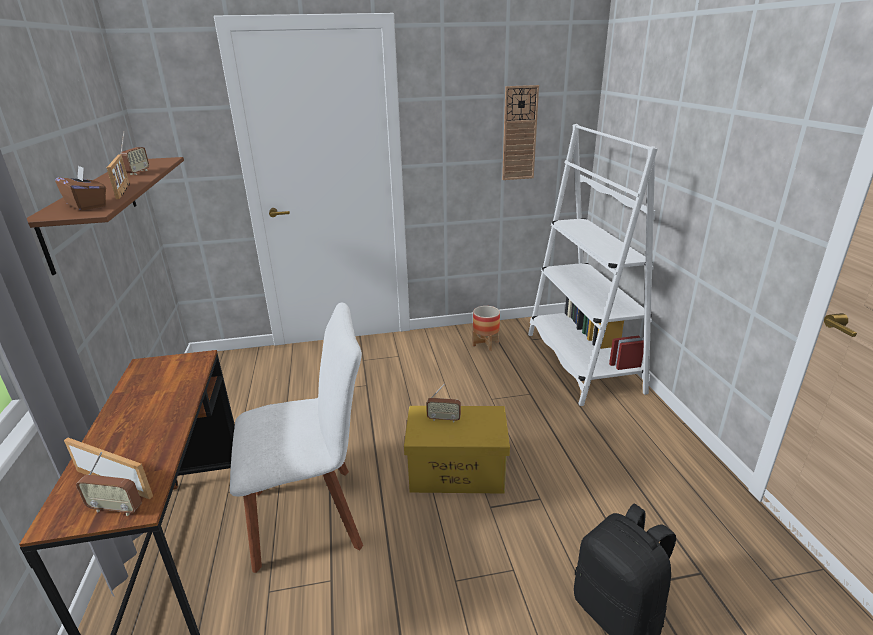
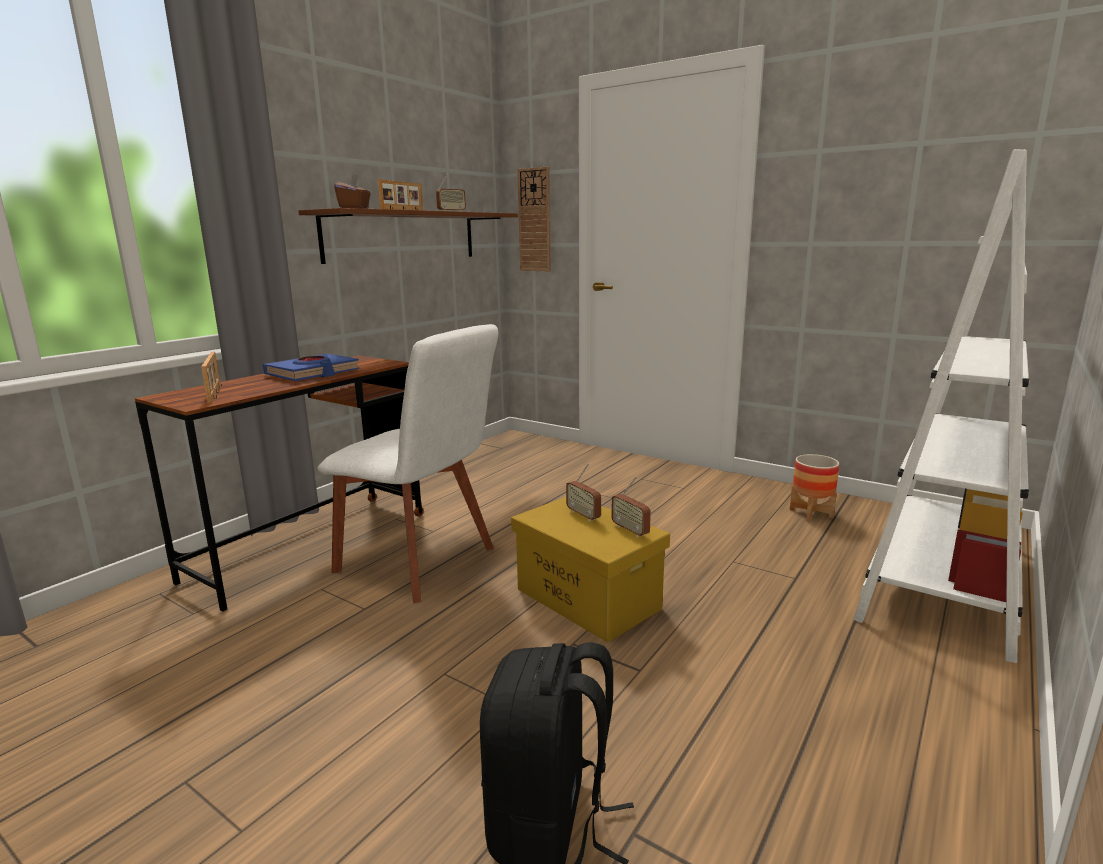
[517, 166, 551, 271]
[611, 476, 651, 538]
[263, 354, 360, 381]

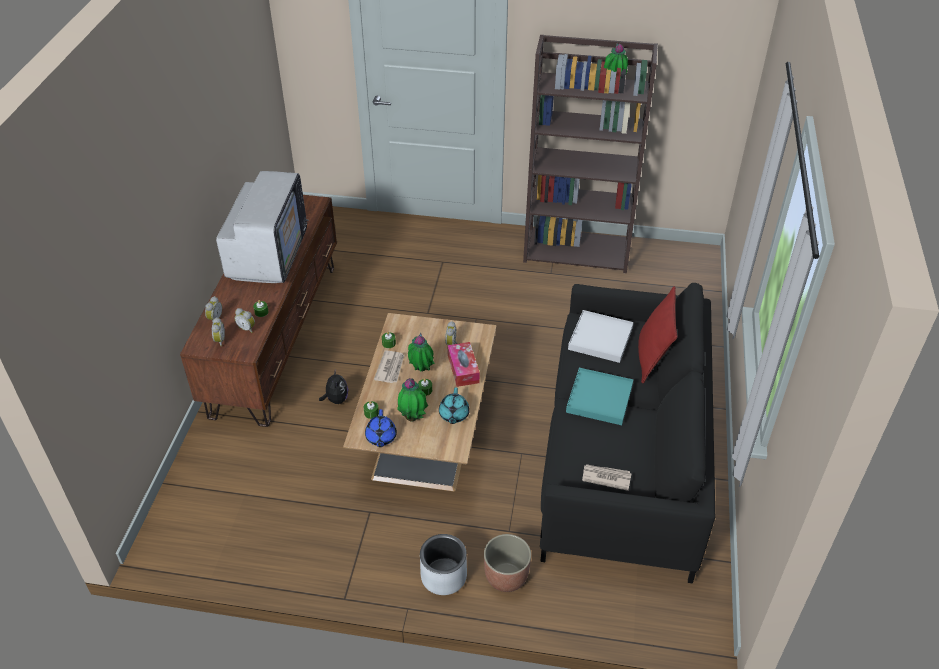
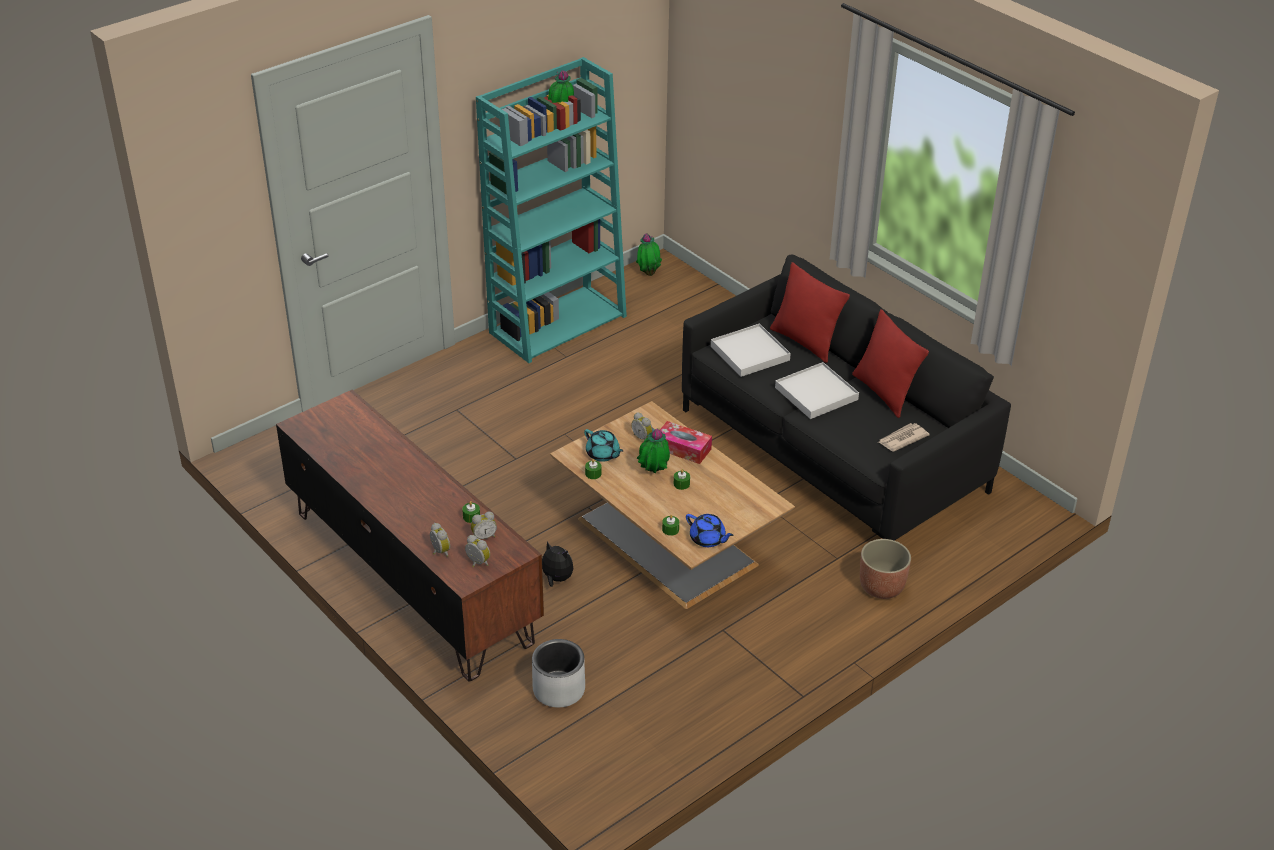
[476, 57, 627, 363]
[216, 171, 309, 283] (first image)
[374, 350, 404, 383] (first image)
[775, 362, 859, 419]
[636, 233, 662, 276]
[584, 429, 623, 462]
[532, 639, 585, 708]
[852, 309, 929, 418]

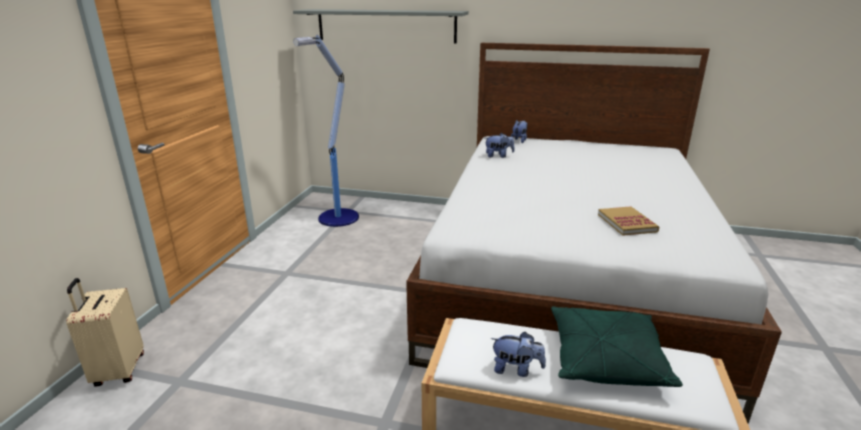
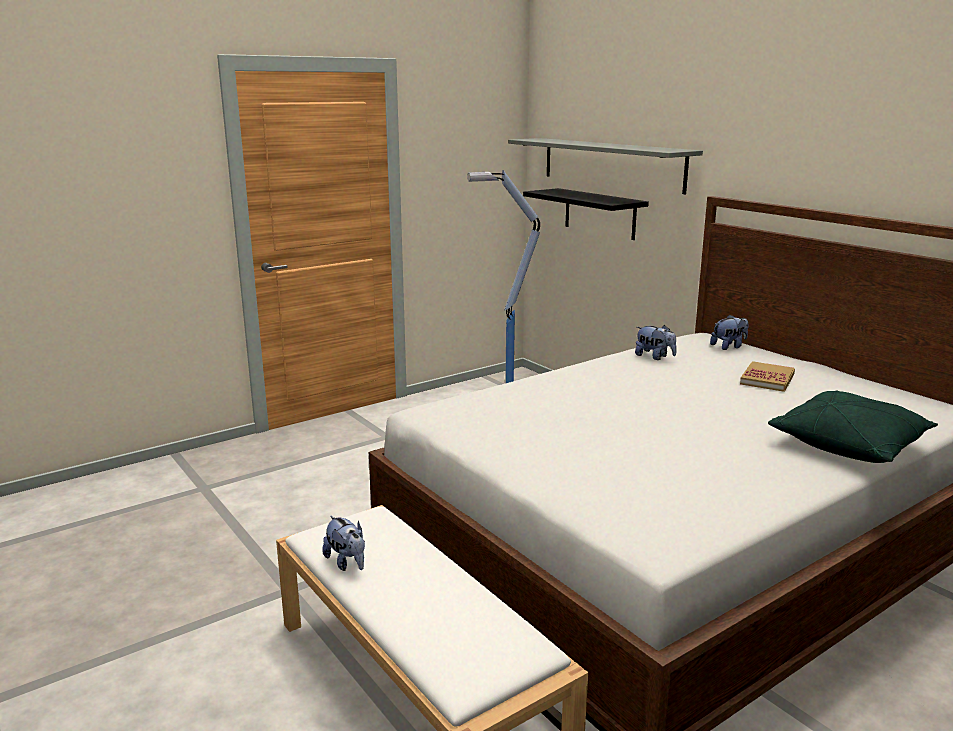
[740, 361, 795, 392]
[66, 278, 144, 387] (first image)
[768, 390, 938, 463]
[523, 188, 649, 240]

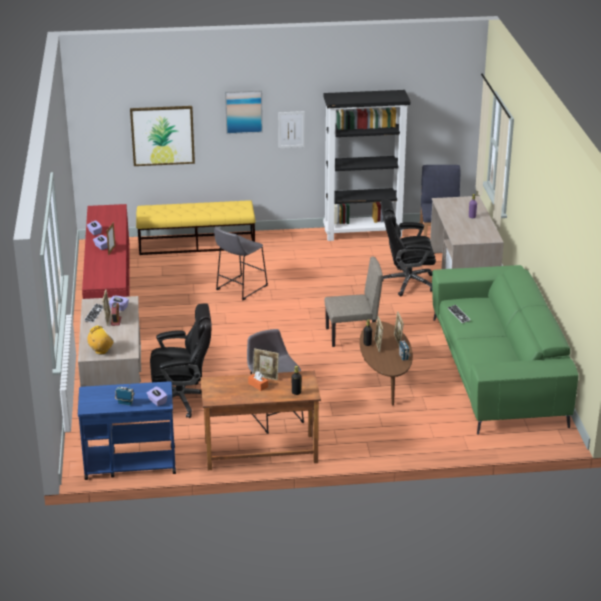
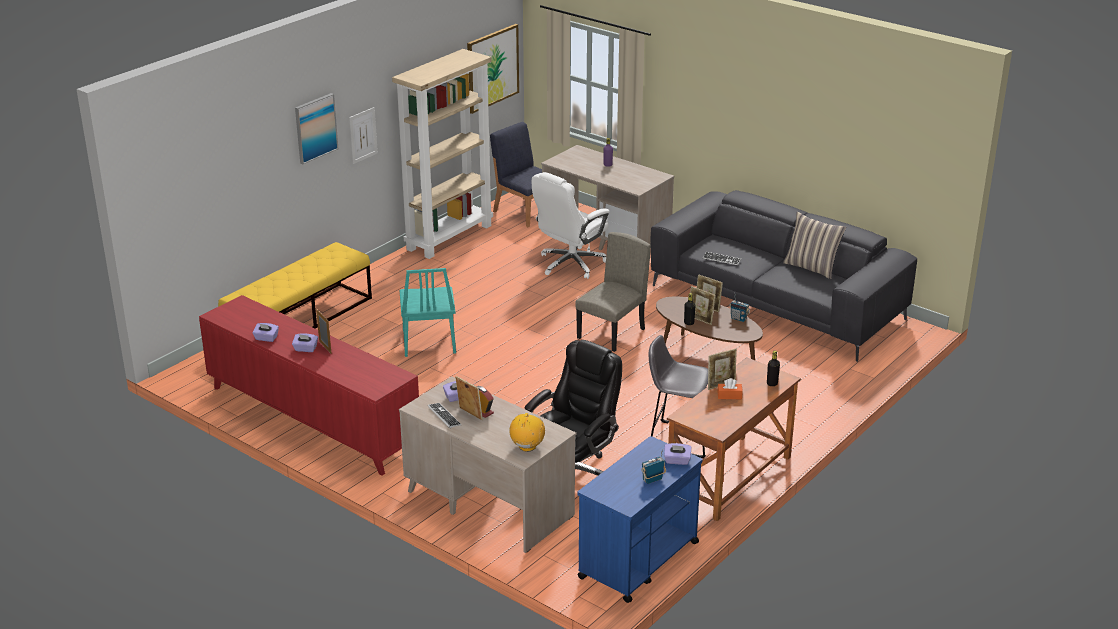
[392, 49, 493, 259]
[467, 24, 519, 114]
[532, 172, 610, 279]
[399, 268, 456, 357]
[651, 190, 917, 362]
[783, 211, 846, 279]

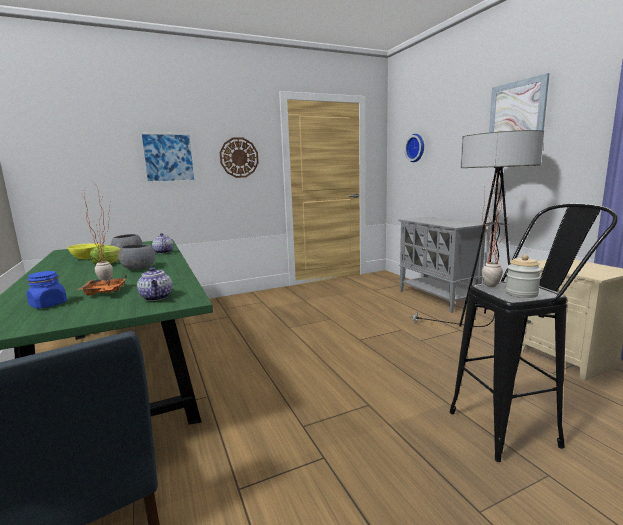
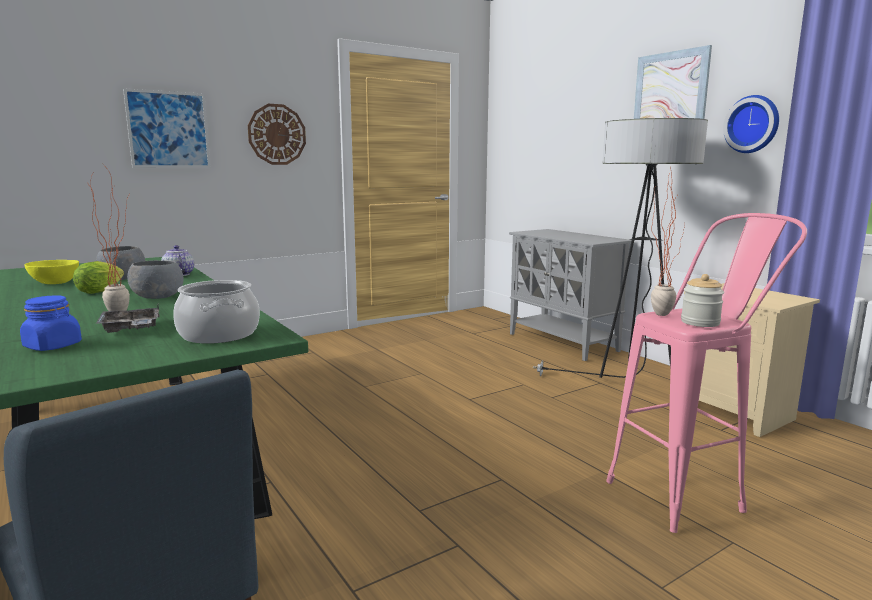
[723, 95, 779, 153]
[606, 213, 807, 533]
[173, 280, 260, 344]
[96, 305, 159, 333]

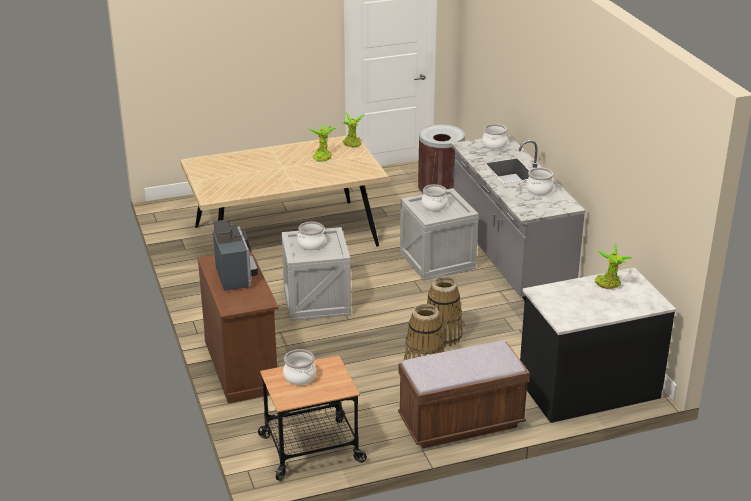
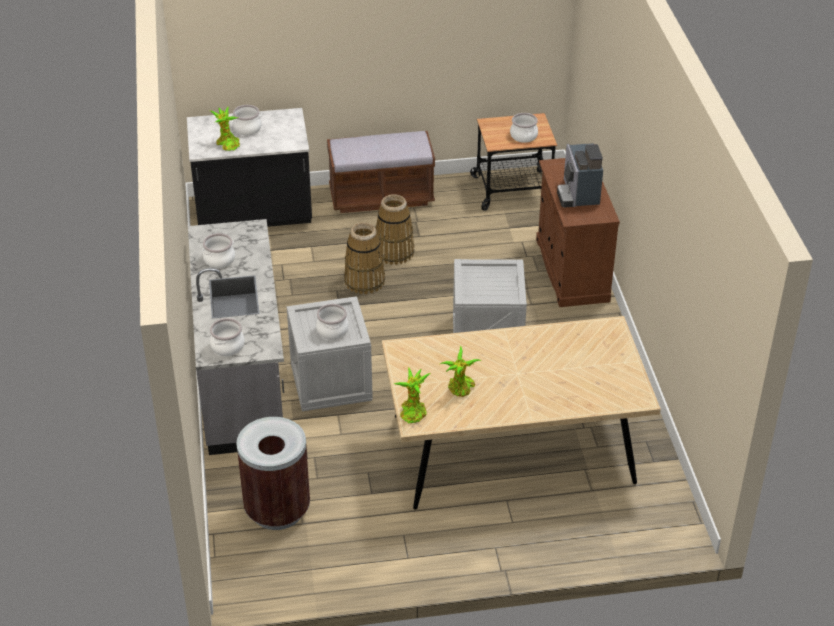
[231, 105, 262, 135]

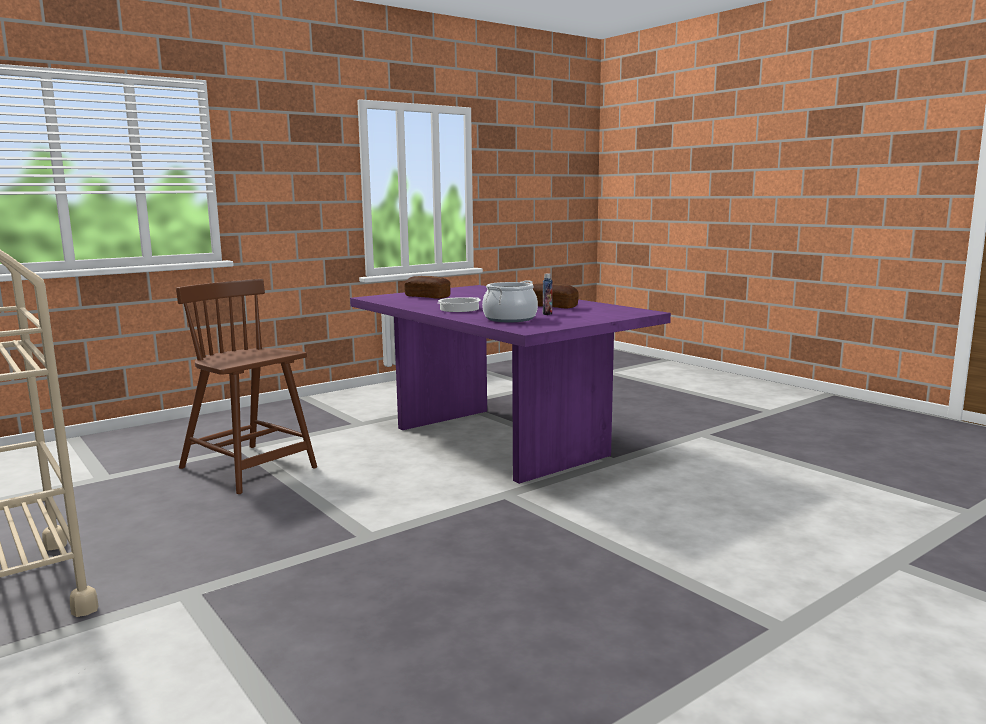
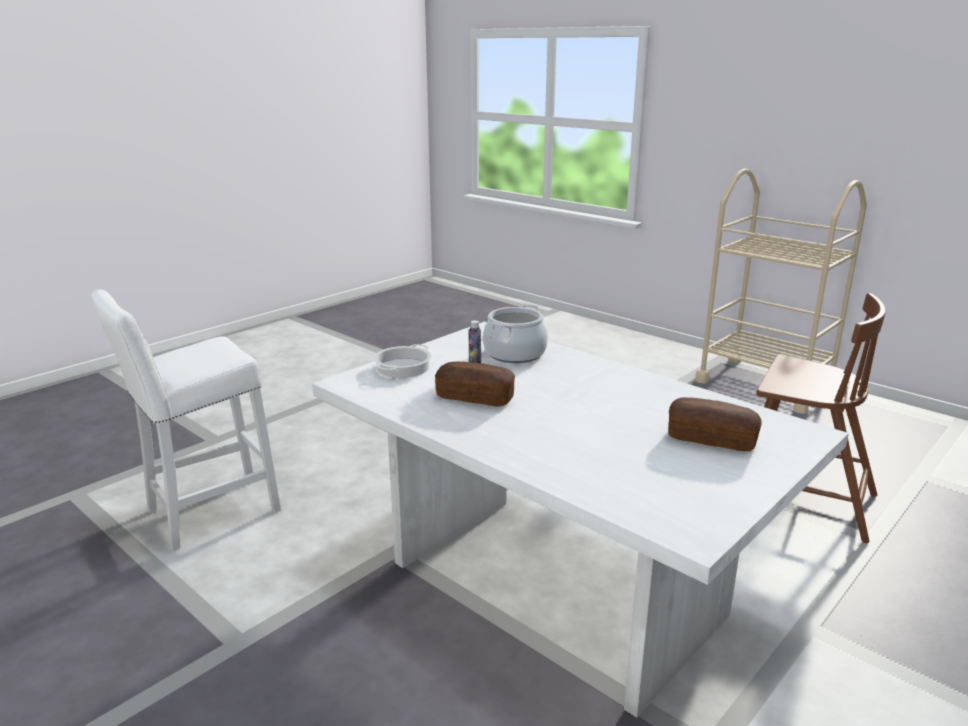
[312, 322, 849, 718]
[374, 344, 432, 378]
[91, 289, 281, 551]

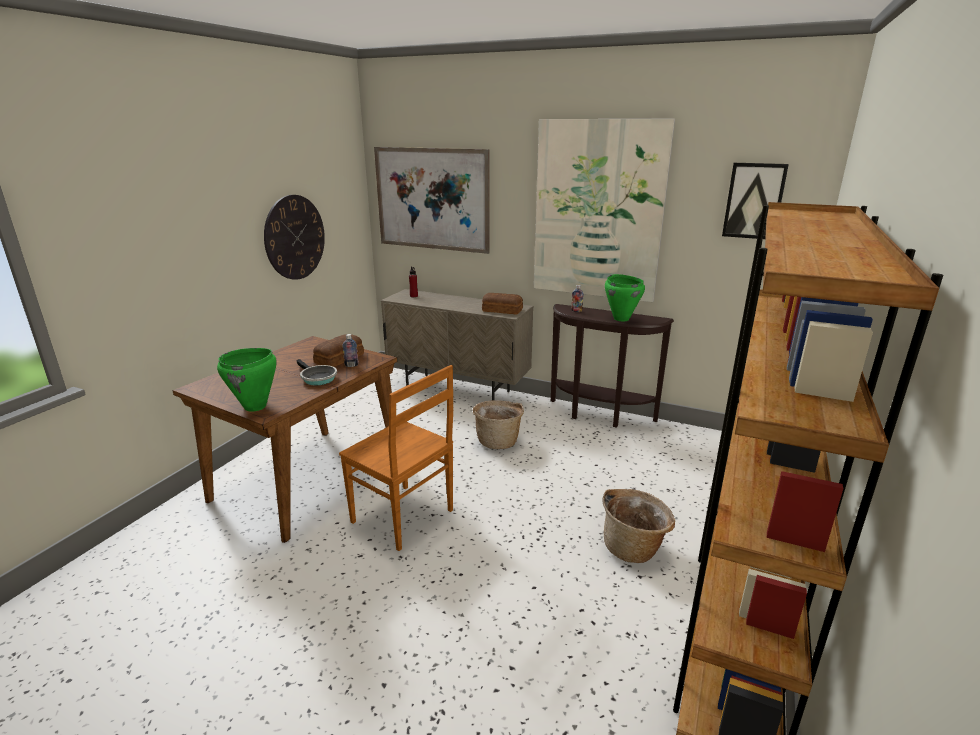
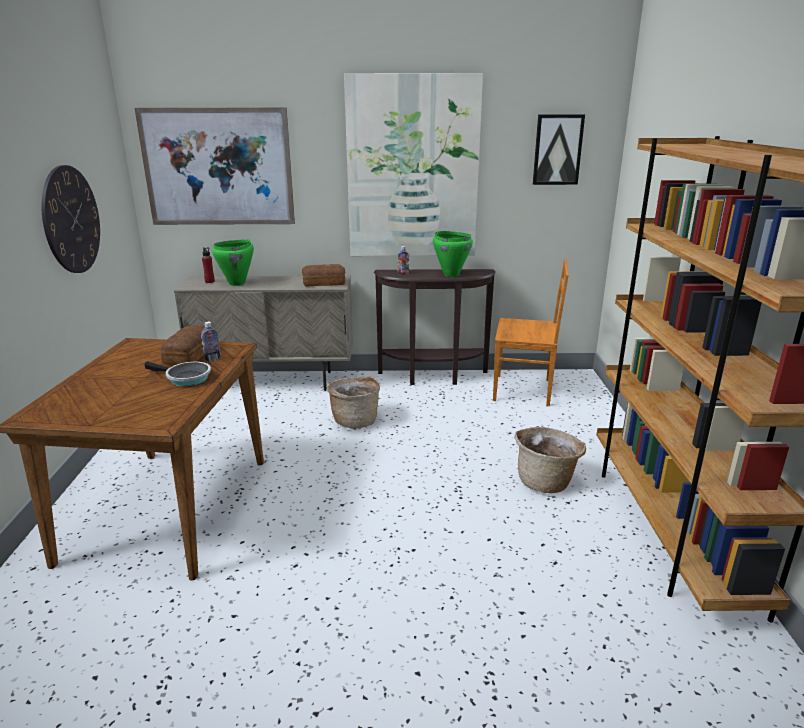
[212, 239, 254, 286]
[493, 259, 569, 406]

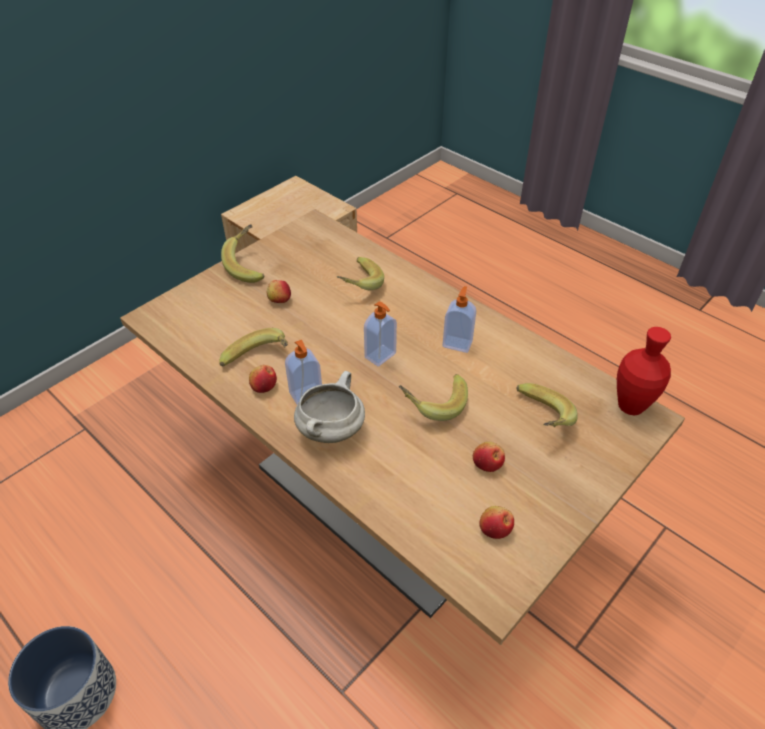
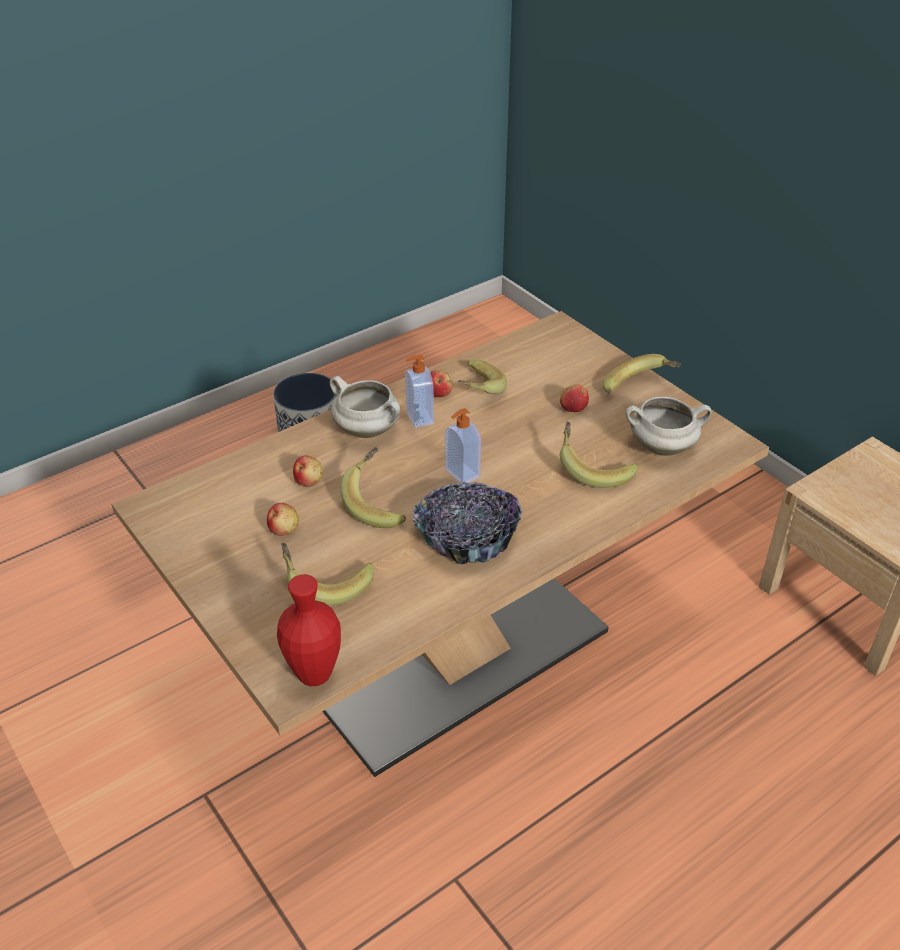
[412, 482, 522, 564]
[293, 455, 323, 487]
[625, 397, 712, 456]

